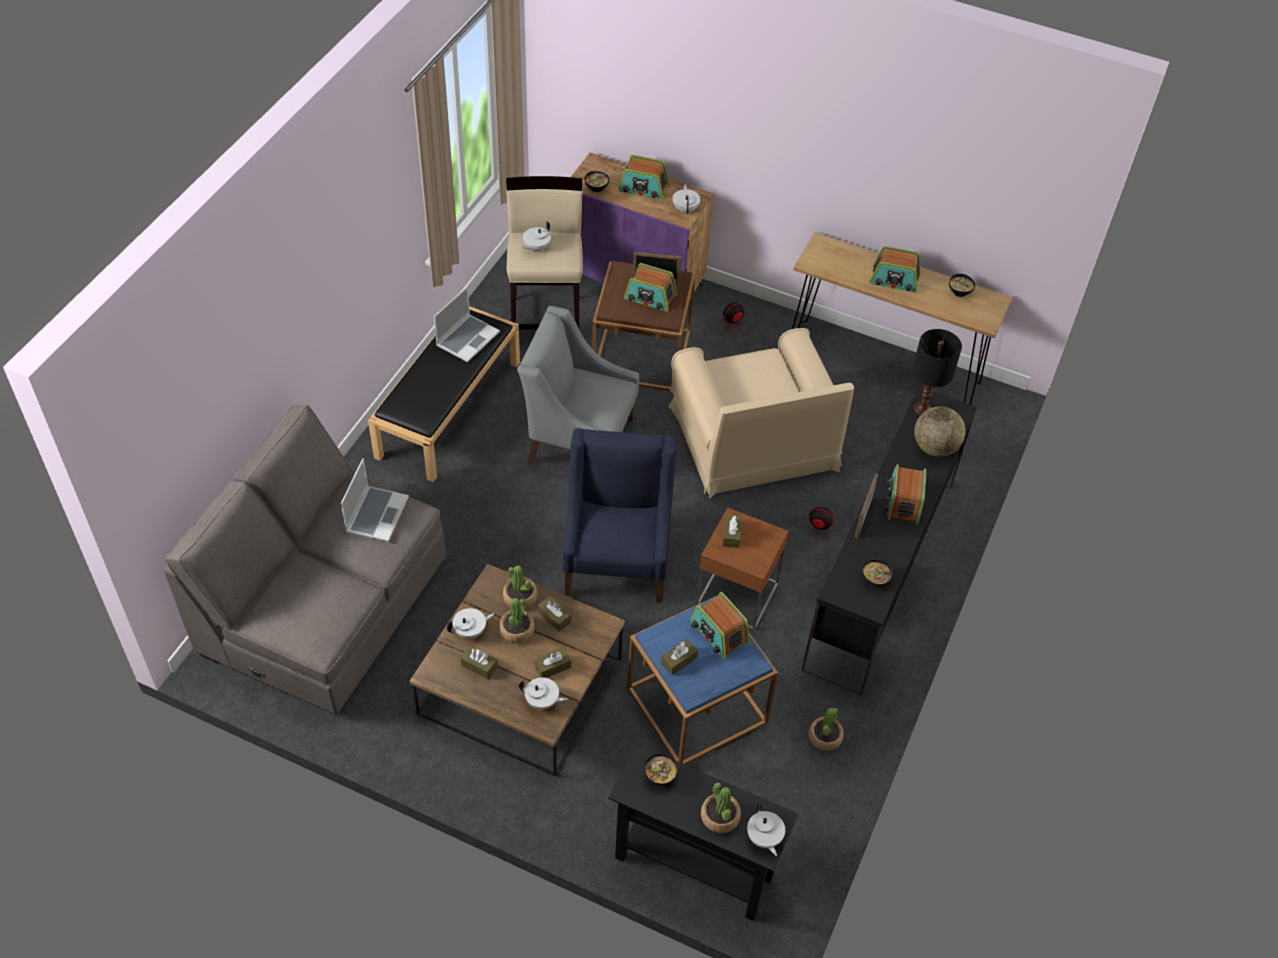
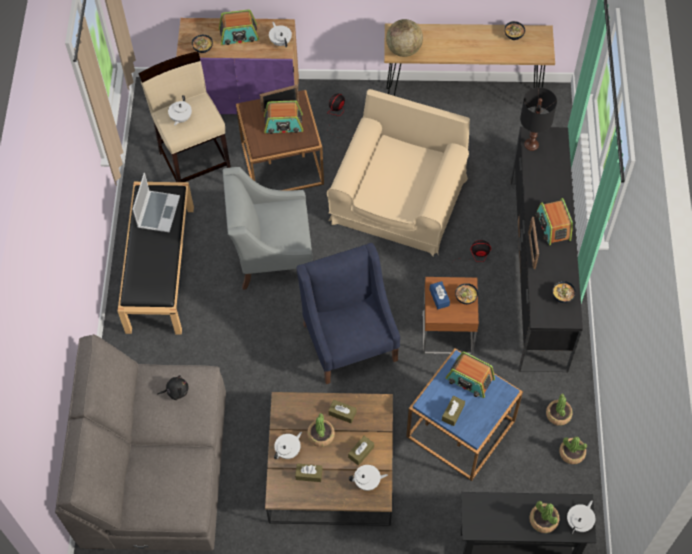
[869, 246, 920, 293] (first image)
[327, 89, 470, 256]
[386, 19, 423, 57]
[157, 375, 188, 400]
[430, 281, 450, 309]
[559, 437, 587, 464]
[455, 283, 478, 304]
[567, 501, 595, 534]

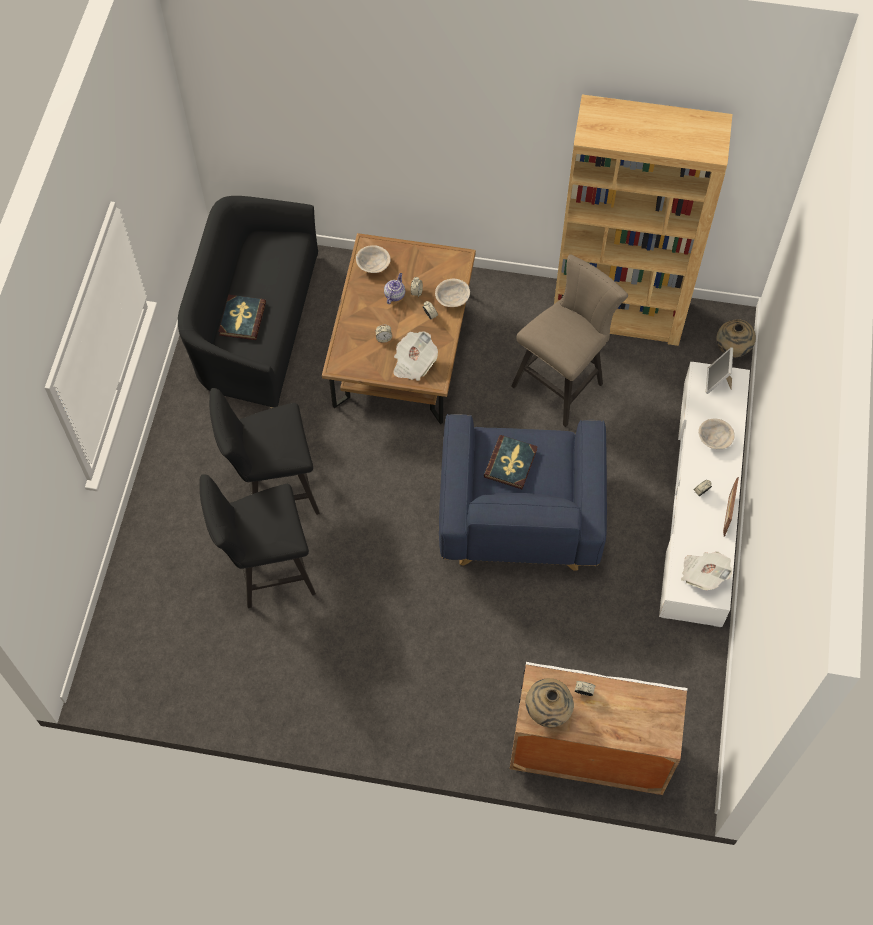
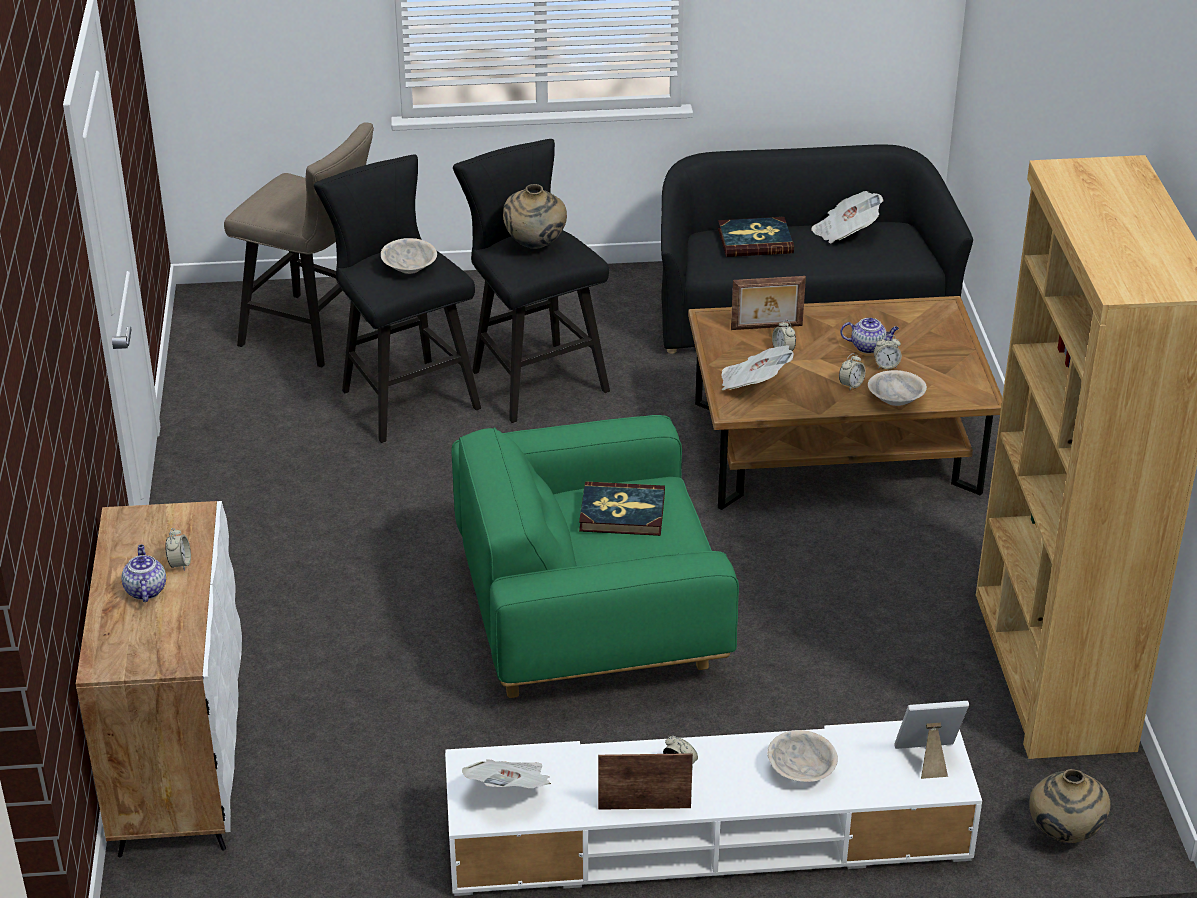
[381, 238, 437, 274]
[224, 122, 374, 367]
[451, 415, 739, 698]
[503, 184, 567, 249]
[811, 191, 884, 243]
[731, 276, 806, 330]
[121, 545, 166, 602]

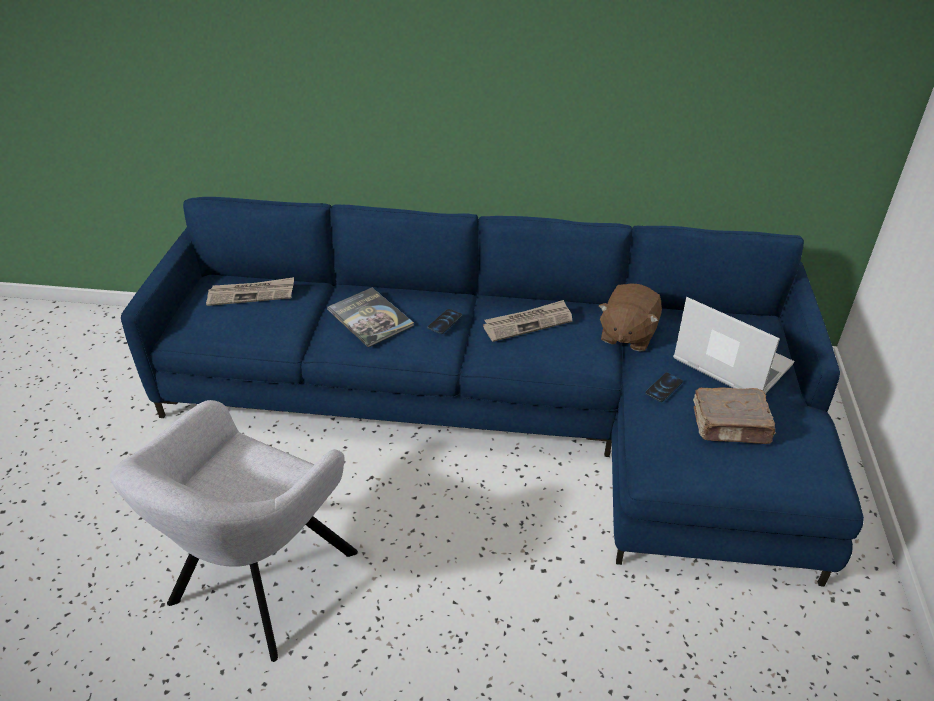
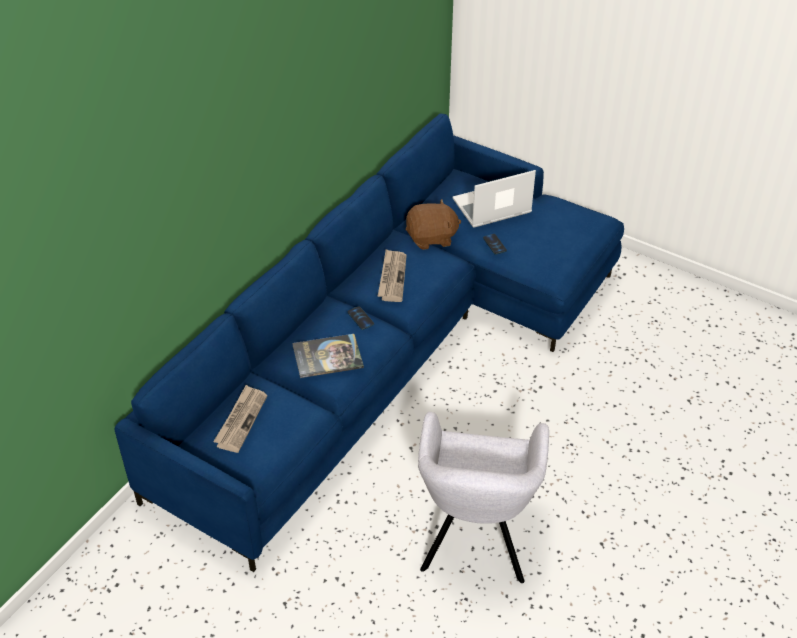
[406, 199, 461, 250]
[693, 387, 776, 444] (first image)
[418, 412, 549, 583]

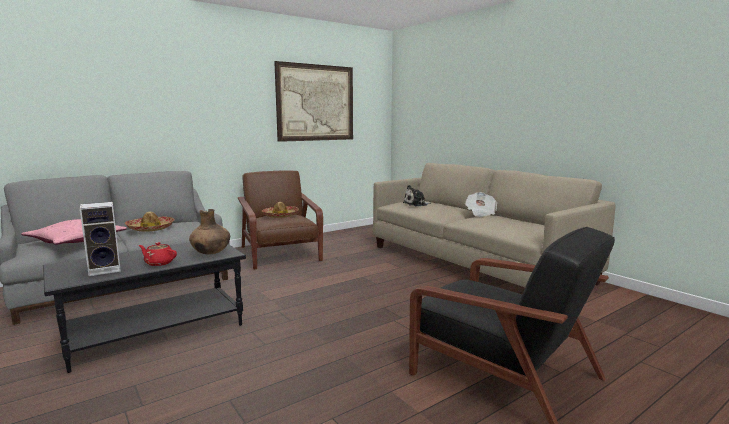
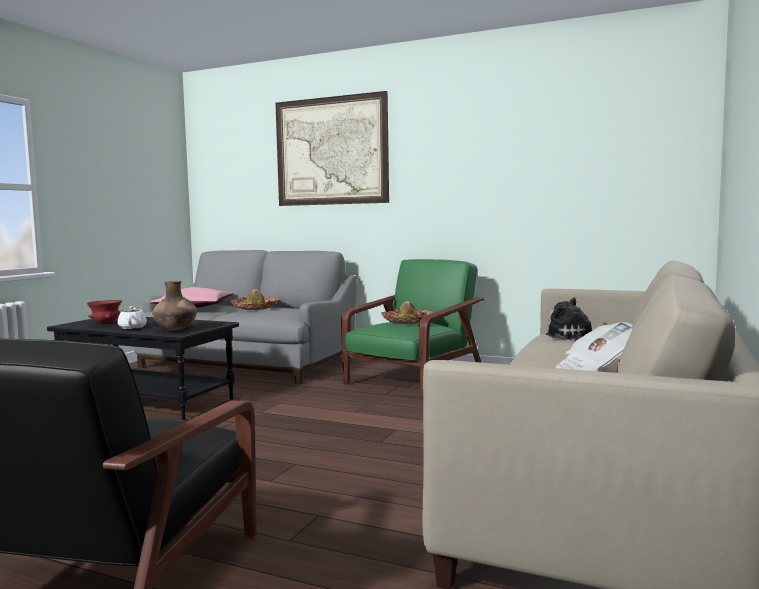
[275, 91, 389, 206]
[341, 259, 484, 399]
[87, 300, 123, 324]
[117, 306, 147, 329]

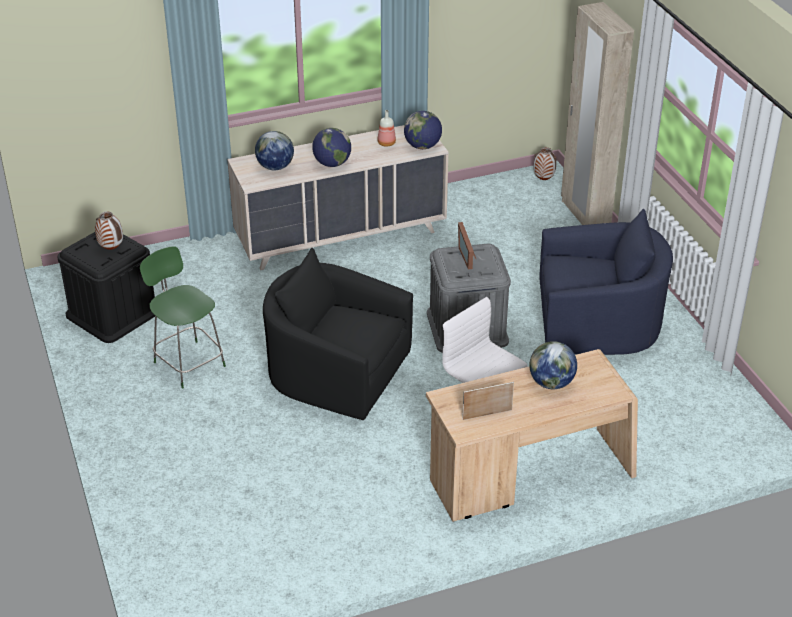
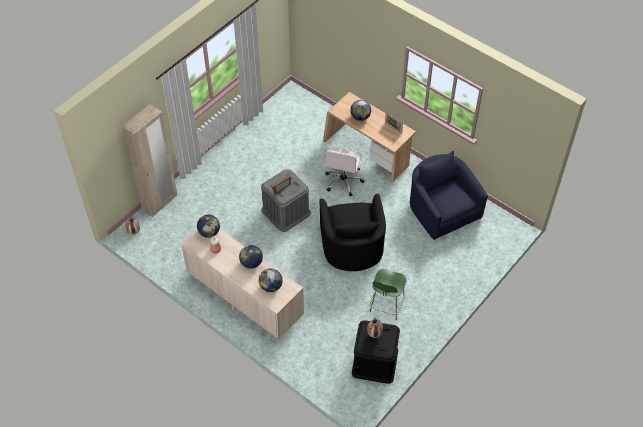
[410, 151, 488, 240]

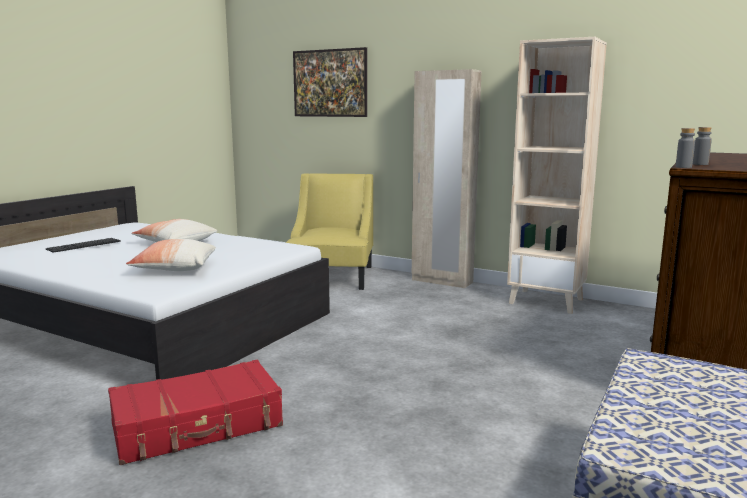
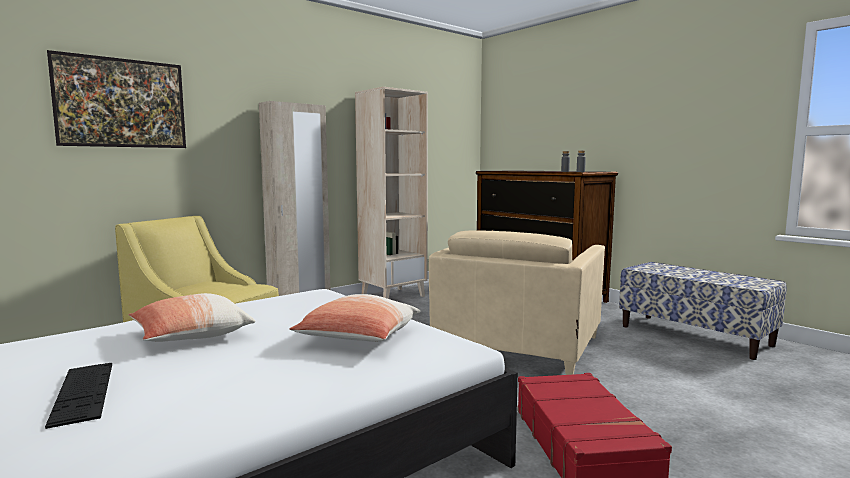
[429, 230, 605, 375]

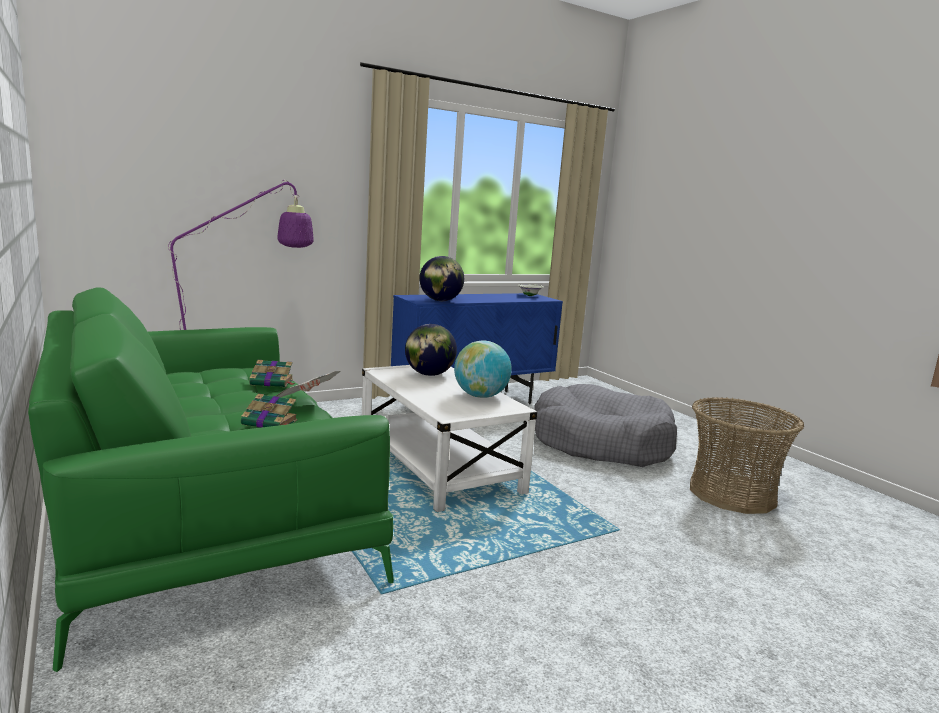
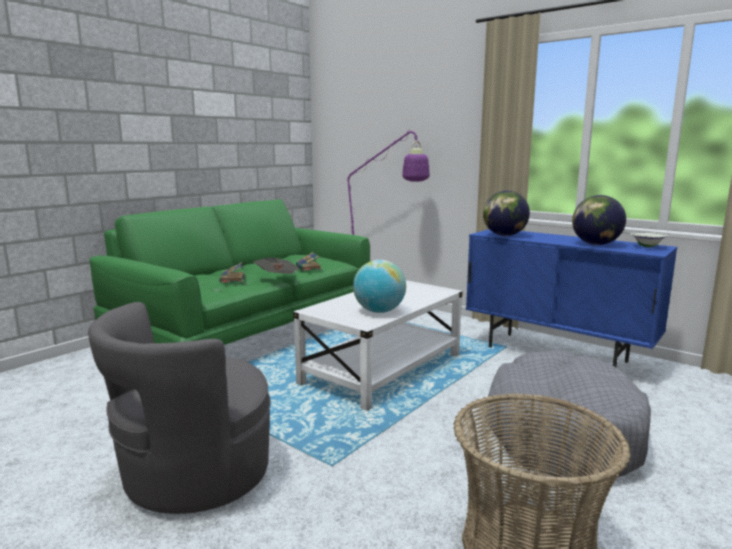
[572, 195, 626, 245]
[88, 302, 271, 514]

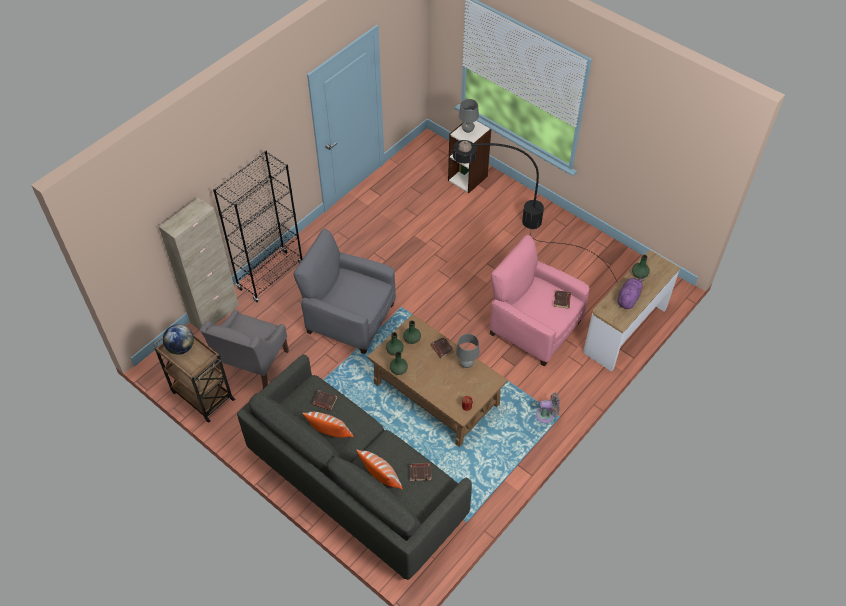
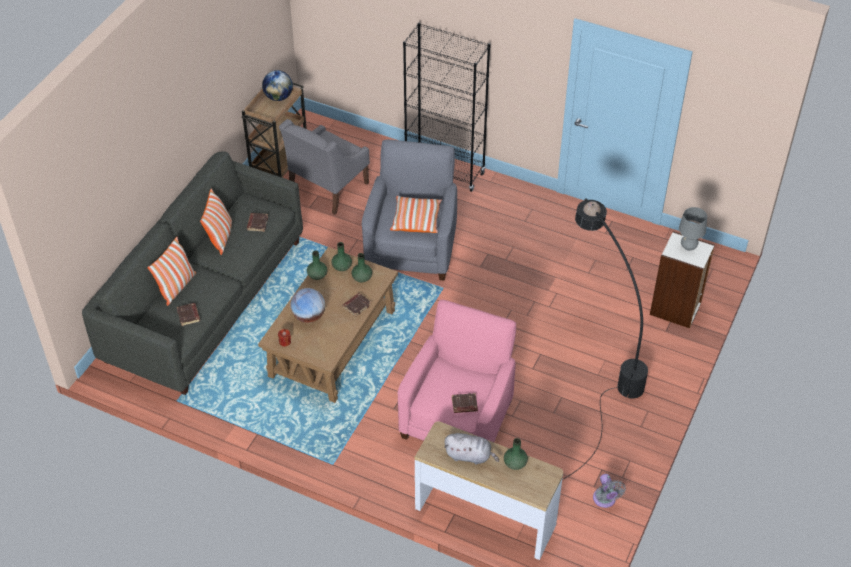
[159, 197, 239, 330] (first image)
[444, 433, 499, 465]
[279, 119, 370, 215]
[456, 334, 479, 368] (first image)
[593, 474, 626, 508]
[390, 196, 442, 233]
[290, 288, 325, 323]

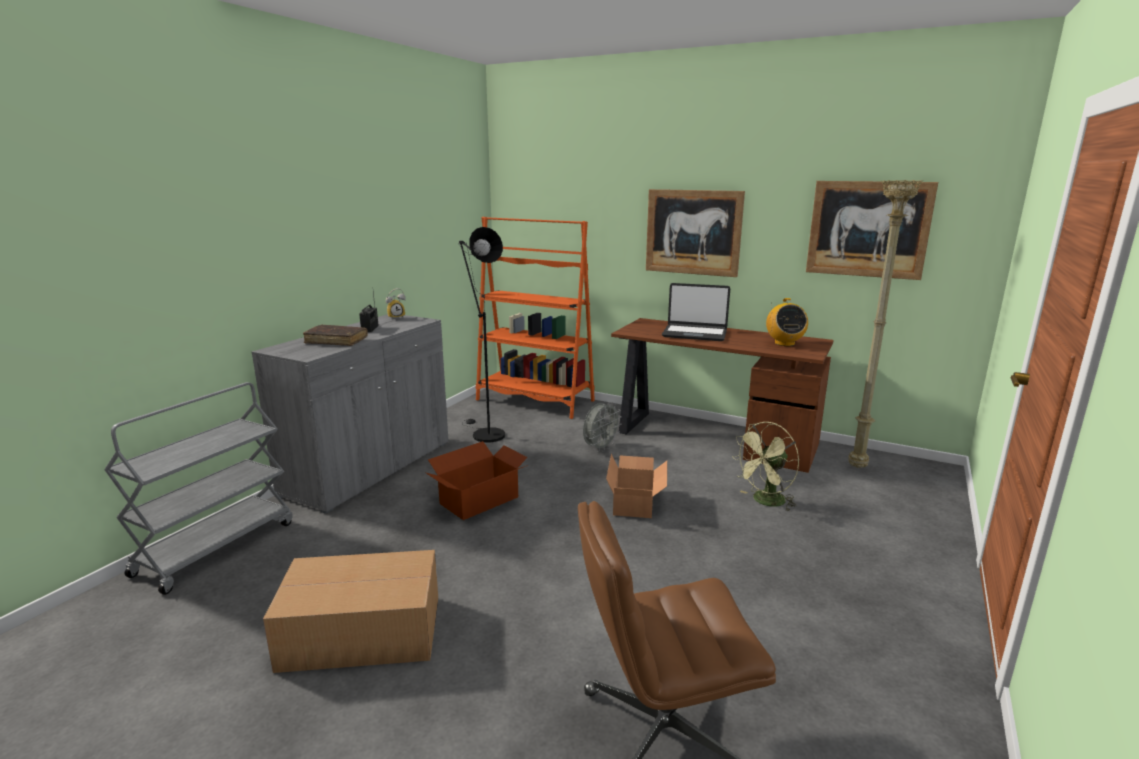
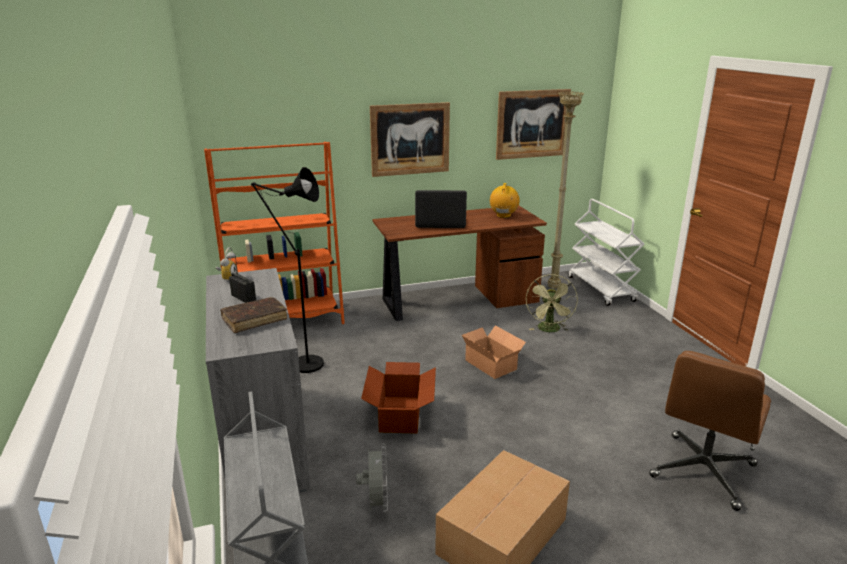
[415, 190, 467, 228]
[490, 183, 520, 218]
[356, 444, 388, 512]
[568, 199, 644, 306]

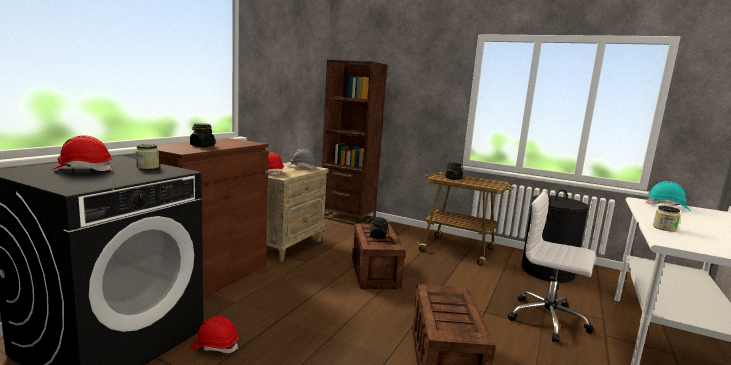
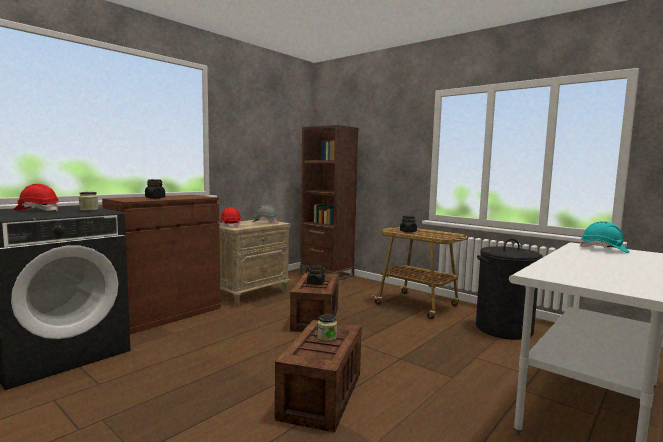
[508, 191, 596, 343] (first image)
[317, 314, 337, 341]
[190, 316, 238, 353] (first image)

